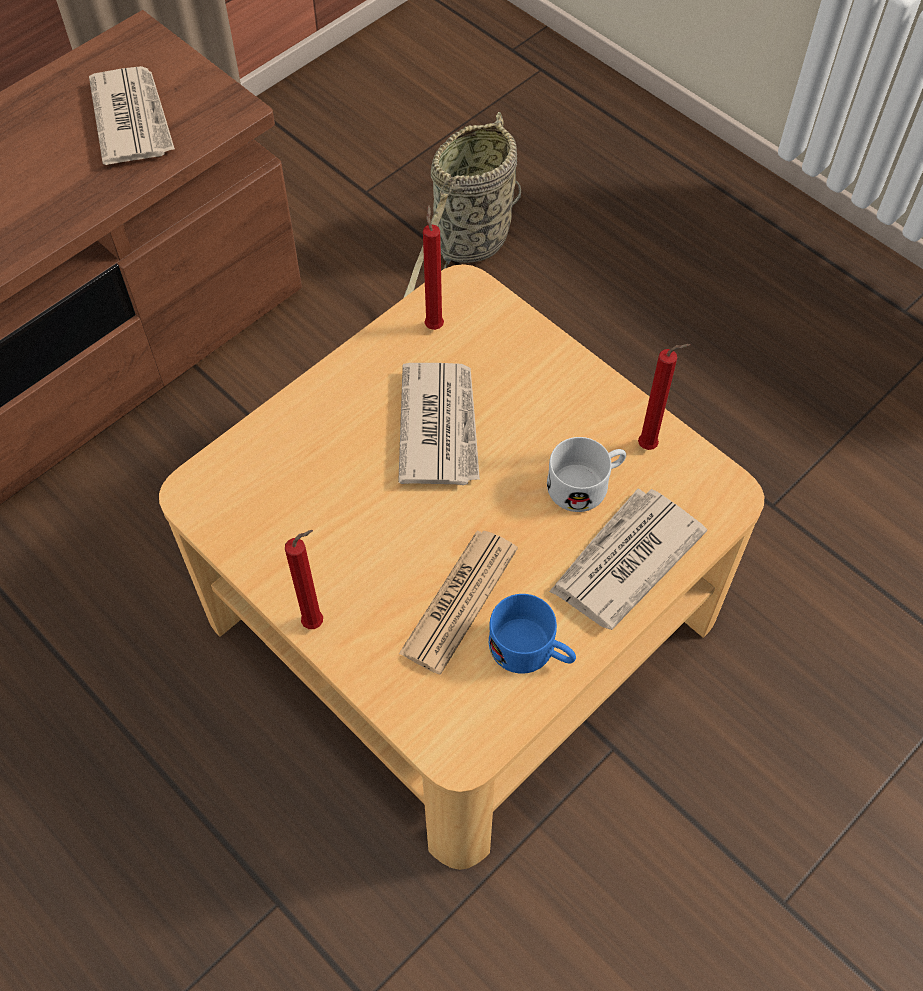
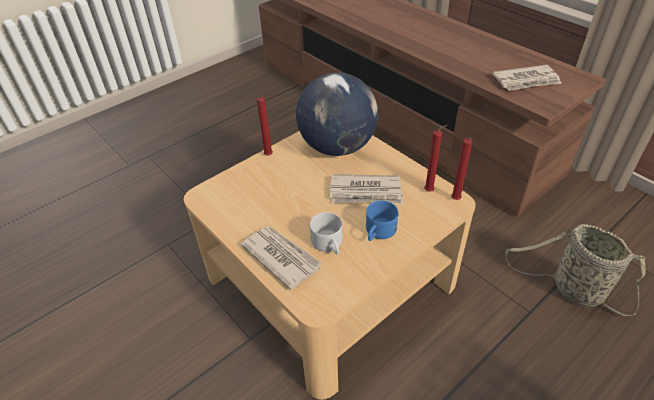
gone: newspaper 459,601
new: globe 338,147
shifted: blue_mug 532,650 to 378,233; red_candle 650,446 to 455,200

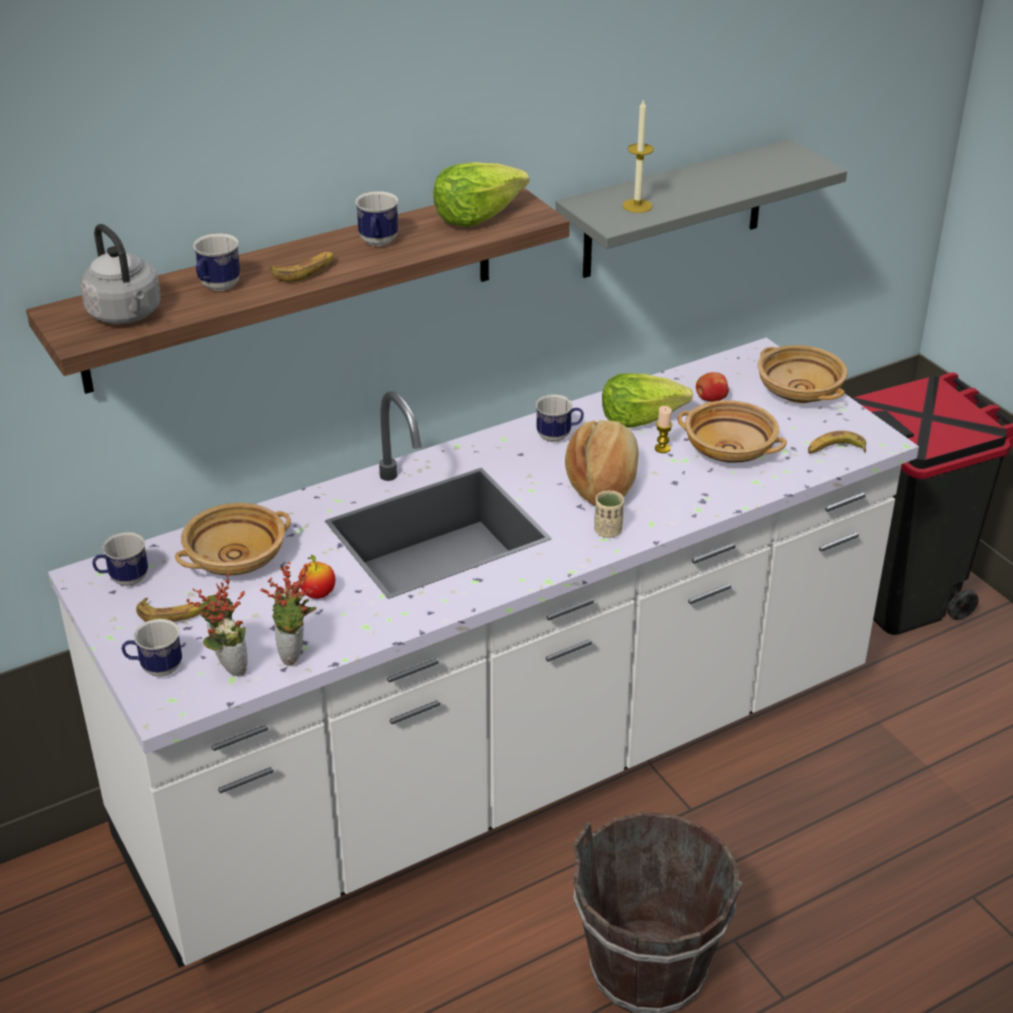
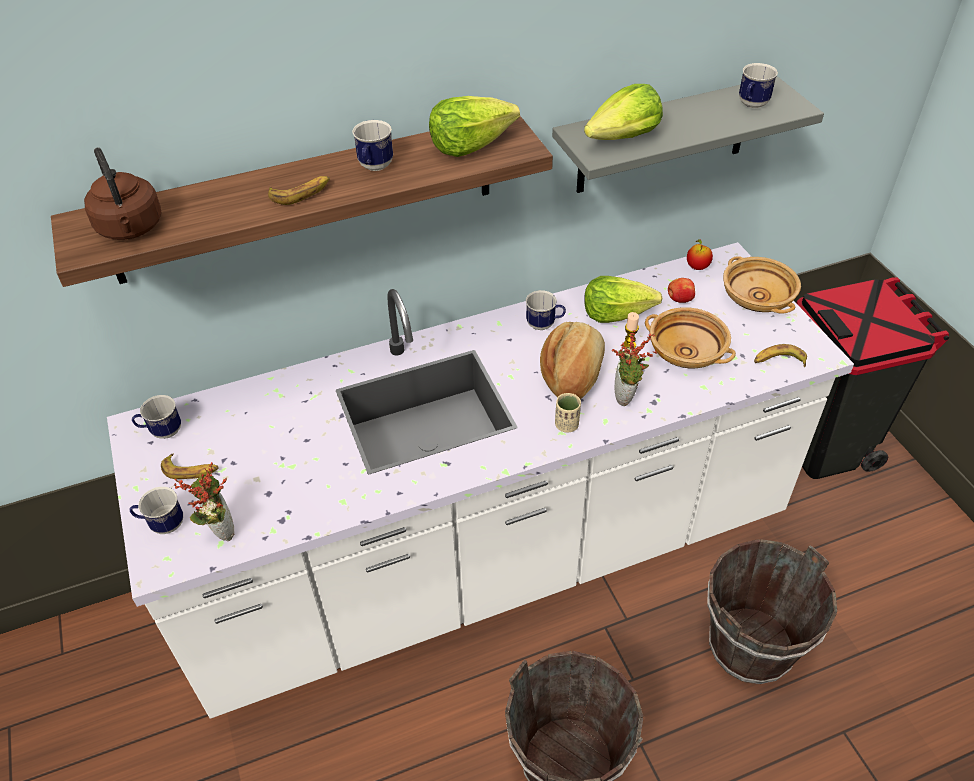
gone: beige_bowl 236,560
new: brown_bucket 750,646
shifted: mug 217,287 to 751,105; potted_plant 296,655 to 627,398; apple 318,594 to 697,267
swapped: candle 637,206 to lettuce 624,138
repainted: grey_kettle 126,315 to brown_kettle 131,229

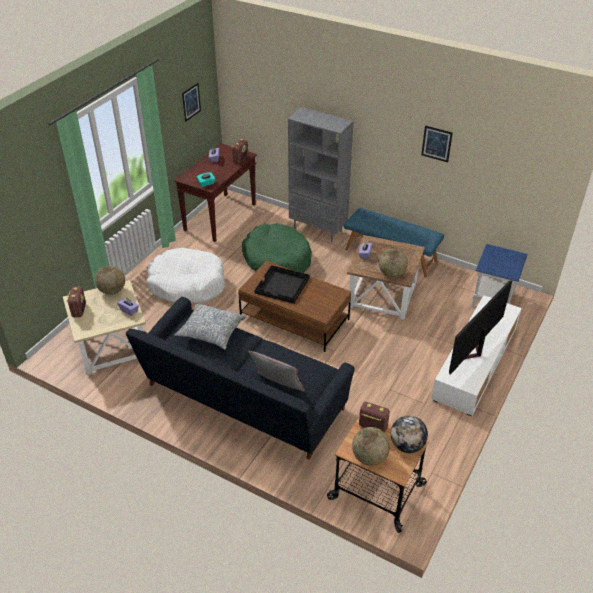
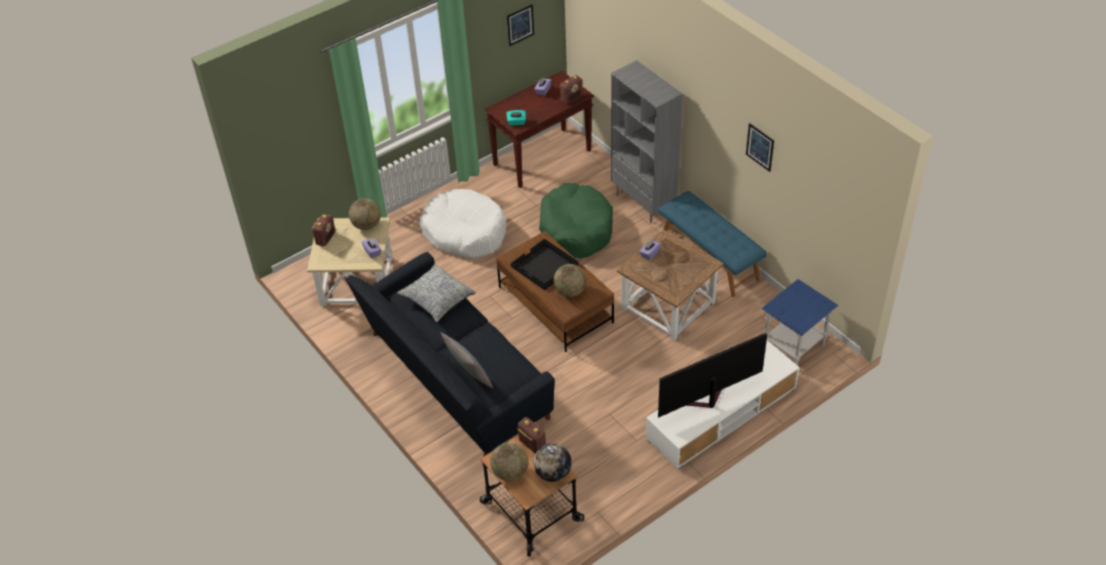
shifted: globe 392,274 to 570,291

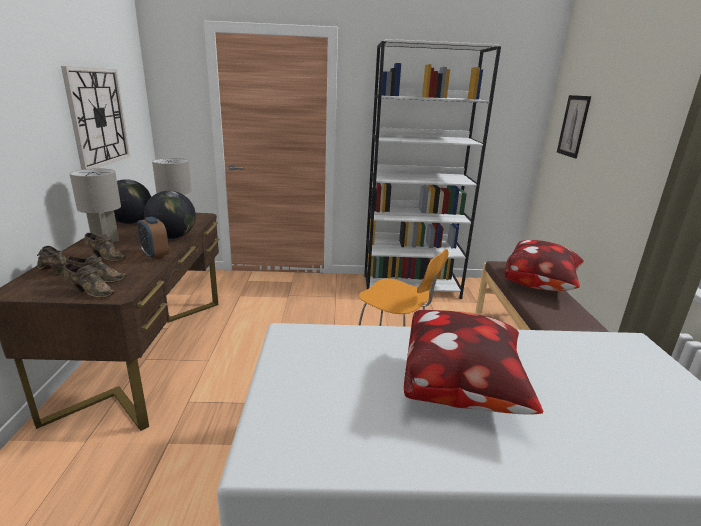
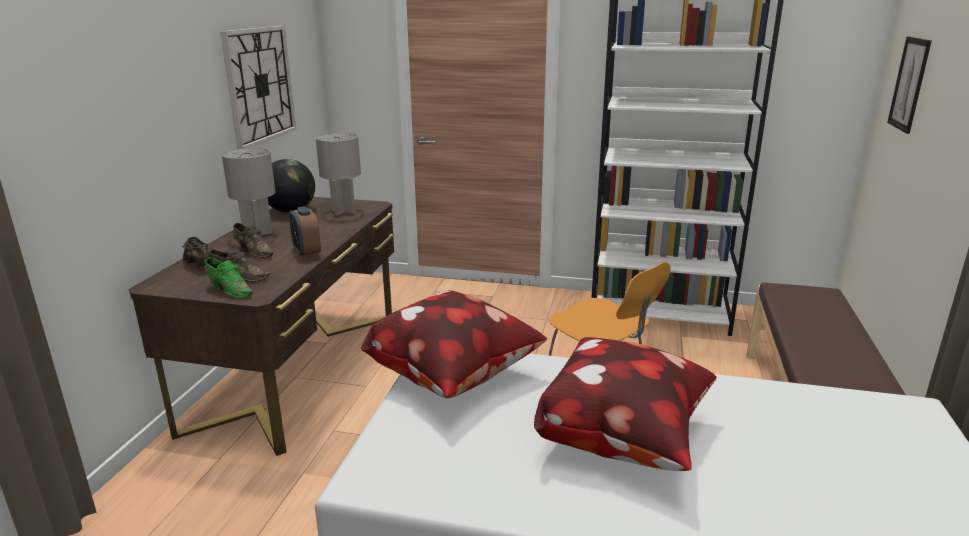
gone: globe 173,237
shifted: pillow 540,285 to 456,378
repainted: brown_shoe 90,292 to green_shoe 229,291

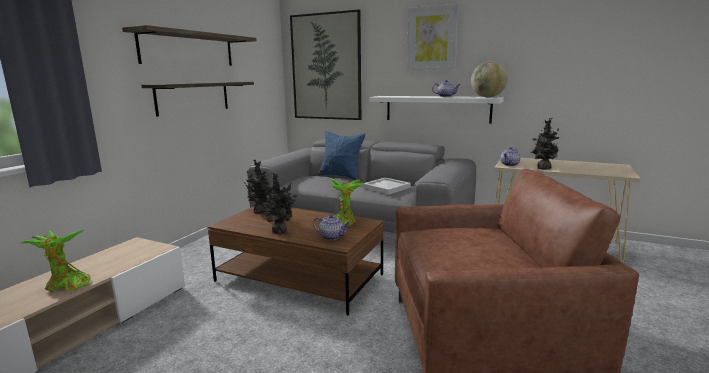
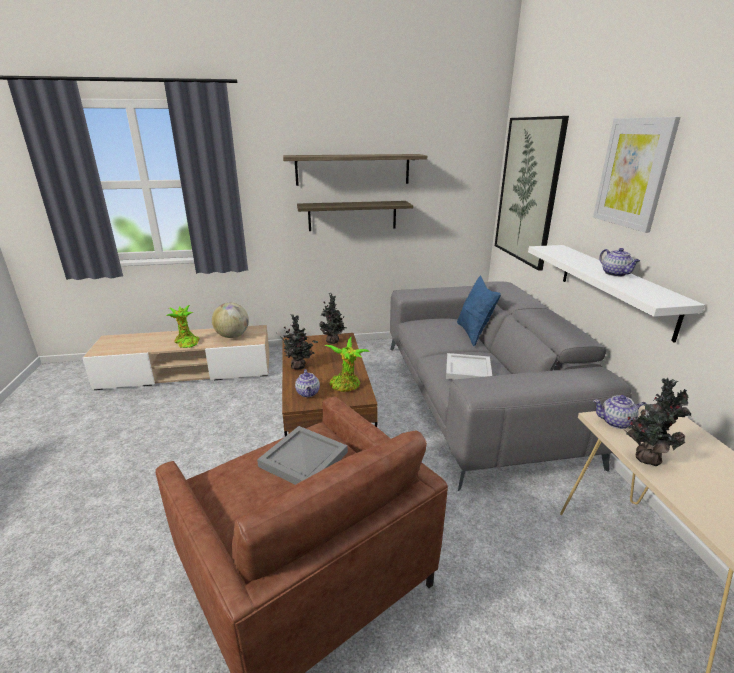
new: grey_tray 305,459
shifted: globe 487,97 to 232,336

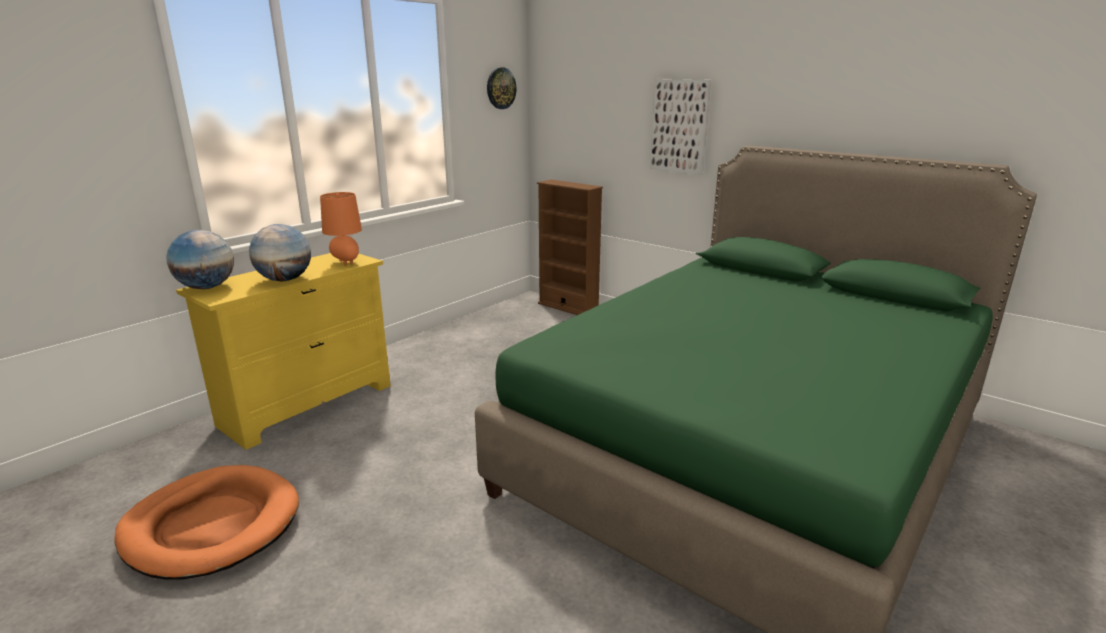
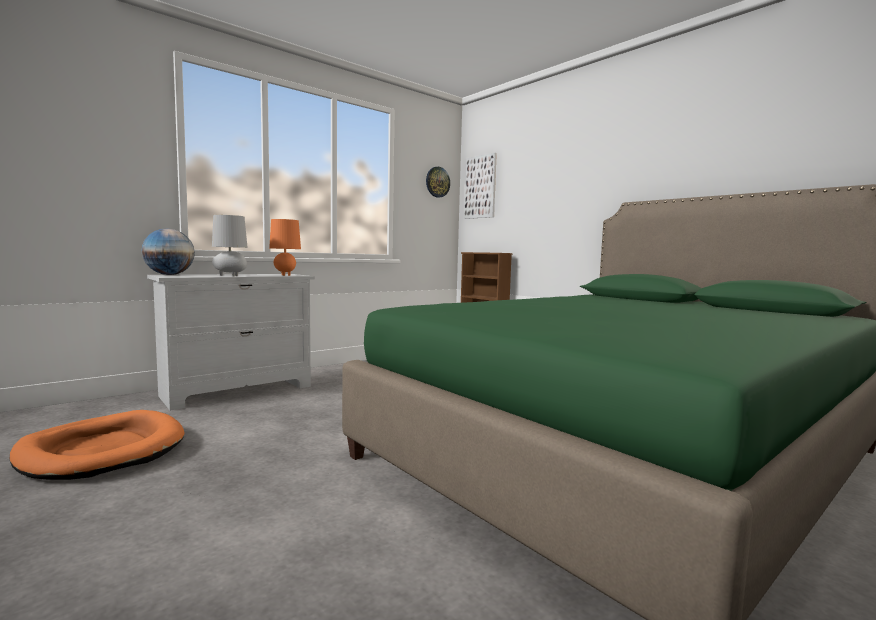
shifted: picture 679,126 to 480,187
swapped: globe 285,279 to grey_table_lamp 230,276
repainted: yellow_dresser 308,404 to white_dresser 239,391

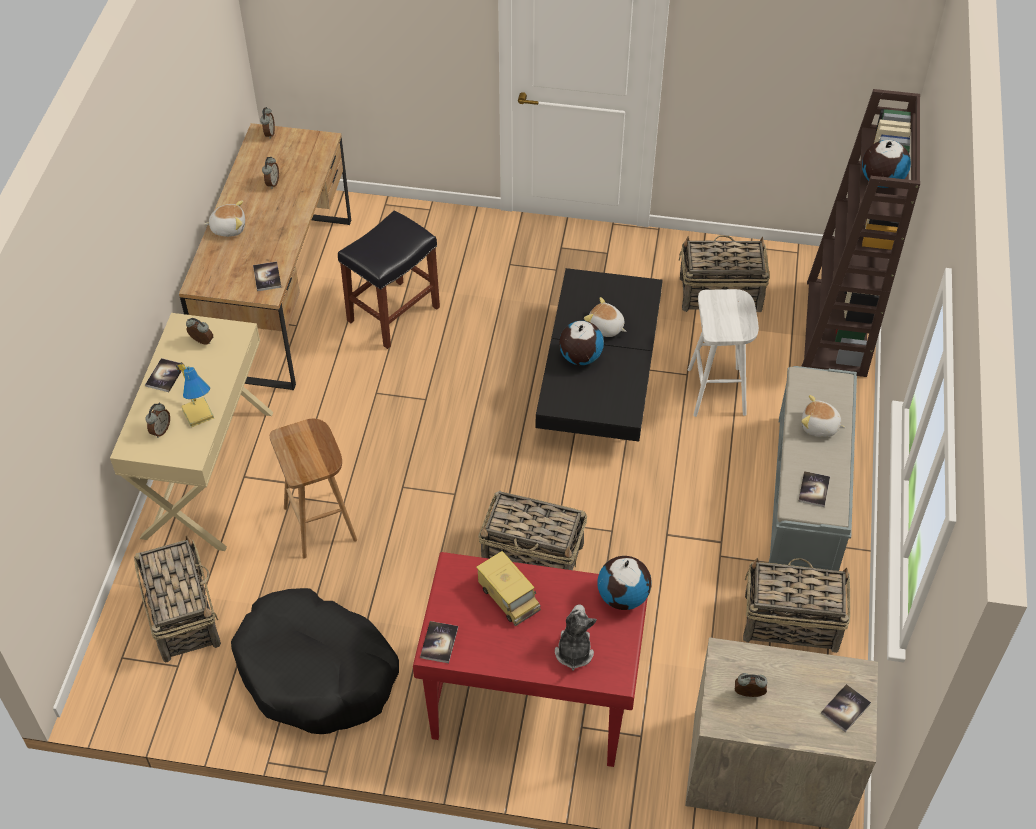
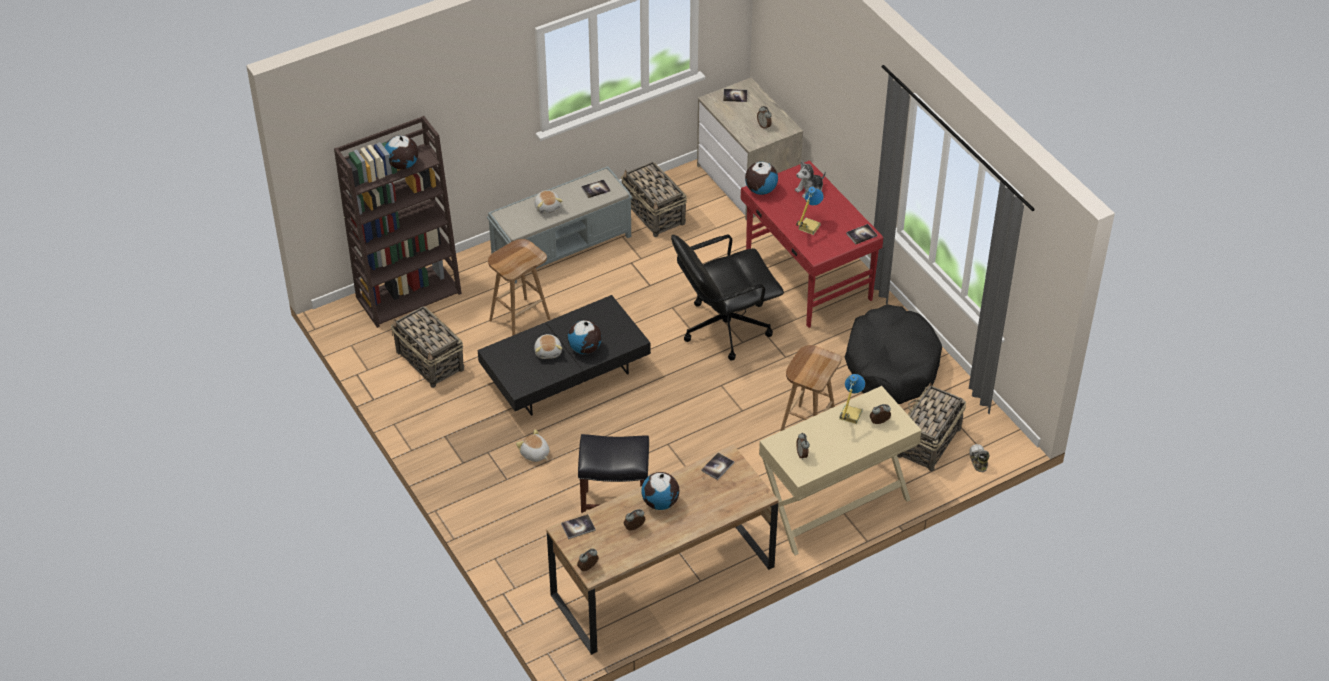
new: globe 660,503; shoe 978,460
shifted: book 165,376 to 578,527; plush_toy 228,227 to 535,454
swapped: toy_truck 508,597 to table_lamp 808,227; basket 533,556 to black_office_chair 724,327
repainted: white_stool 717,392 to brown_stool 520,319

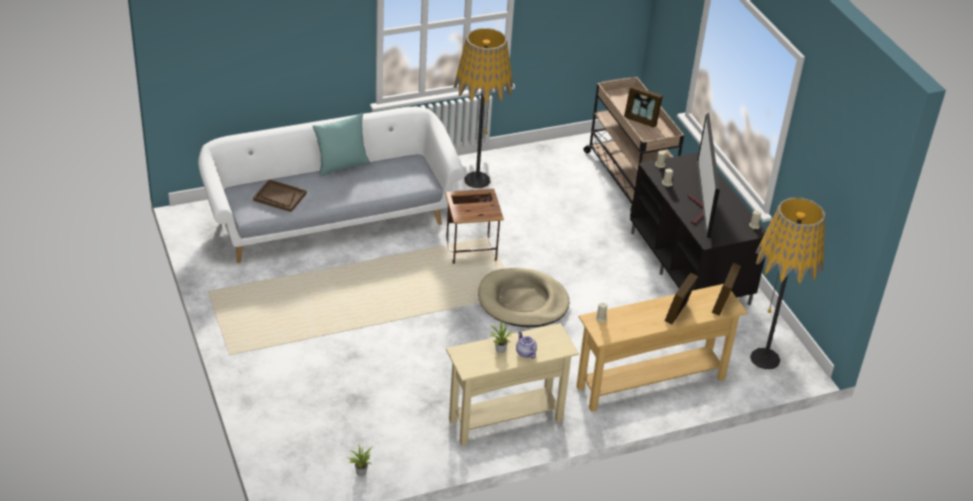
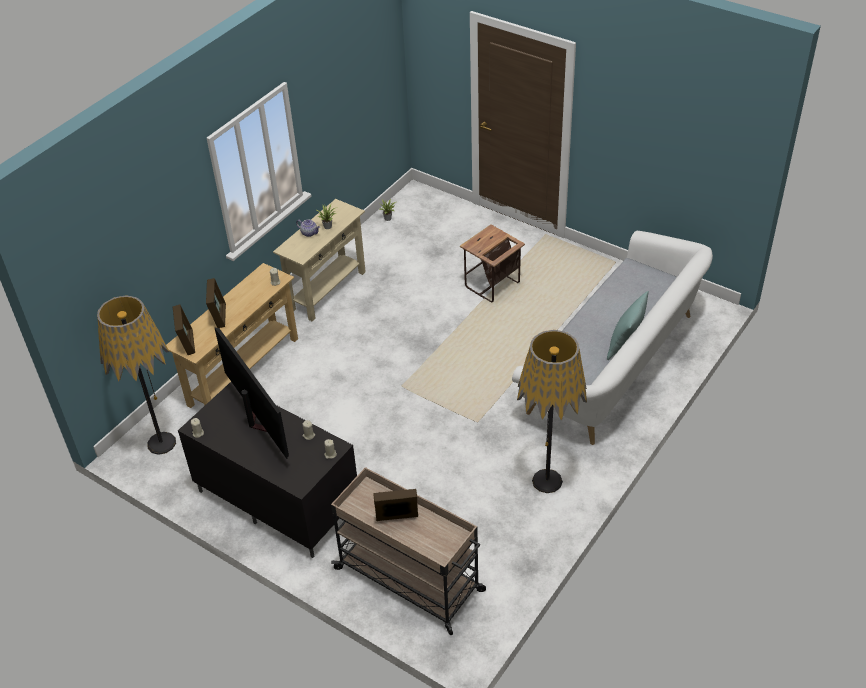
gone: brown_tray 279,197; beige_dog_bed 522,301
shifted: side_table 472,250 to 491,285

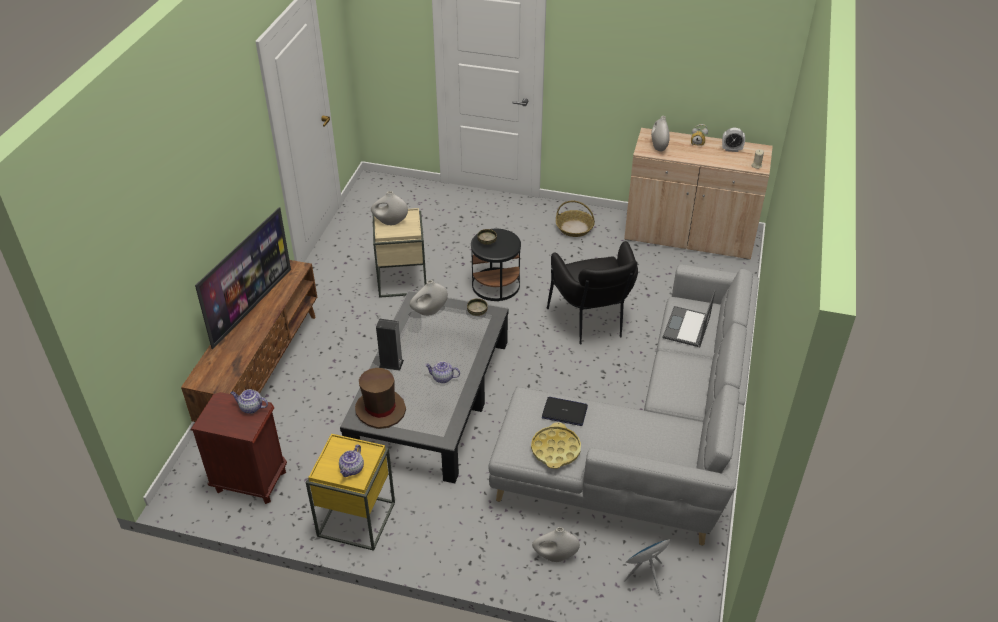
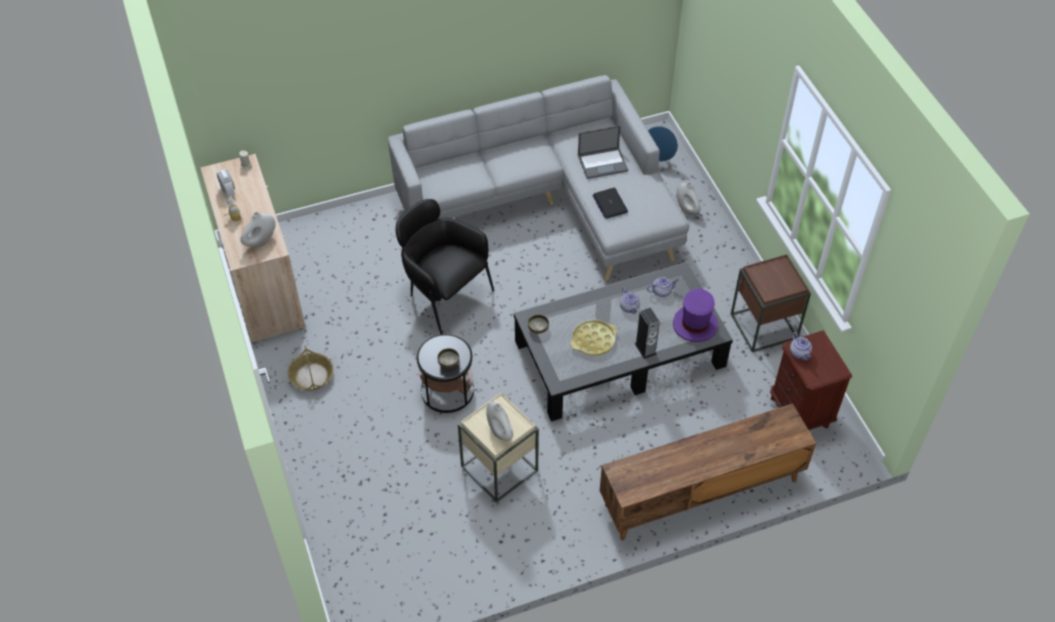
gone: television 251,307; white_vase 429,312
shifted: teapot 352,469 to 662,291; yellow_tray 555,449 to 593,340; laptop 686,327 to 603,163
repainted: yellow_side_table 357,519 to brown_side_table 763,326; brown_hat 380,409 to purple_hat 694,325
rotated: black_armchair 592,323 = 444,296 90 degrees counterclockwise

